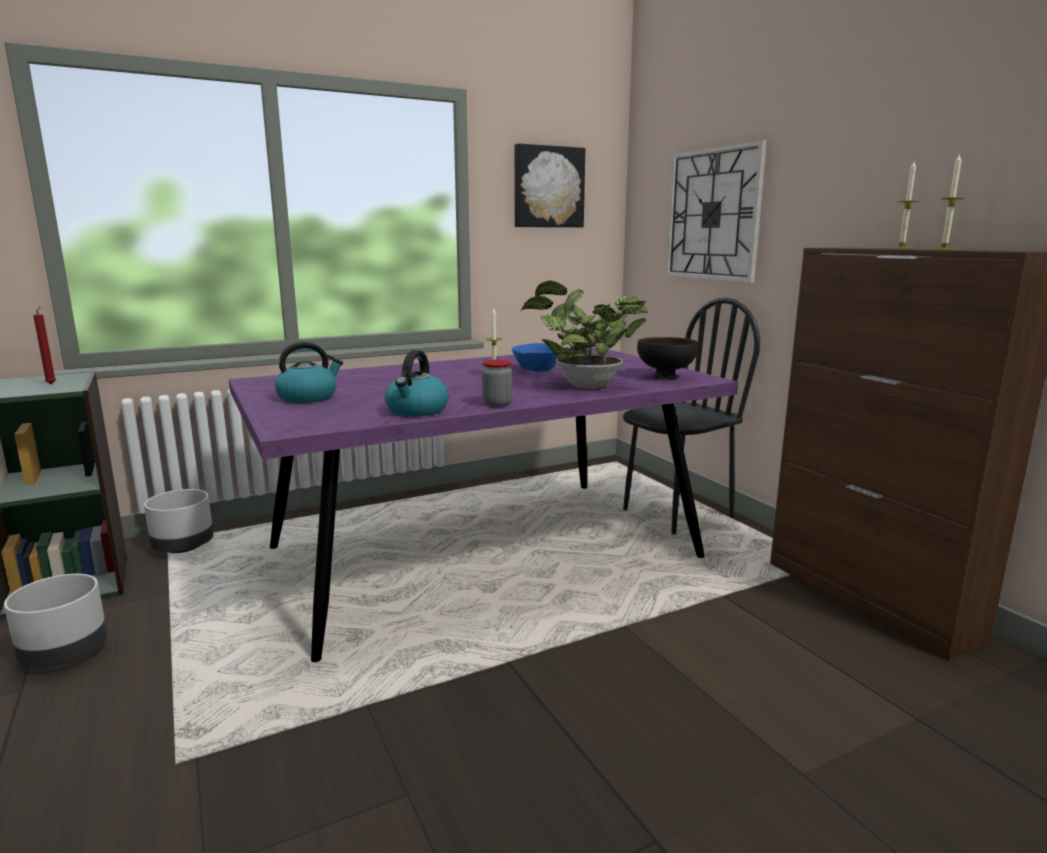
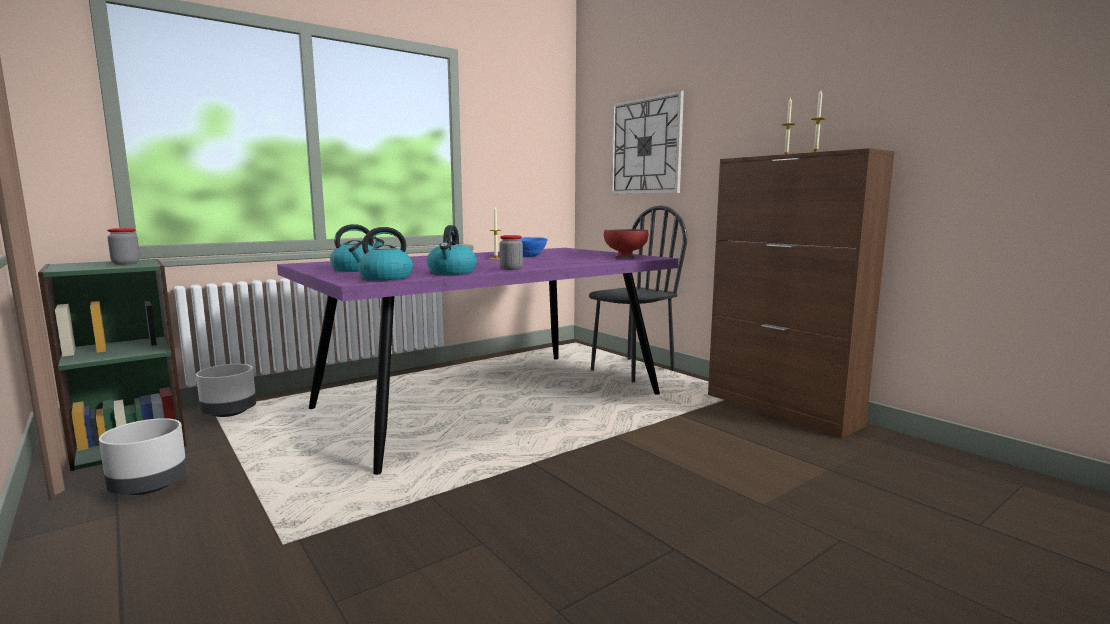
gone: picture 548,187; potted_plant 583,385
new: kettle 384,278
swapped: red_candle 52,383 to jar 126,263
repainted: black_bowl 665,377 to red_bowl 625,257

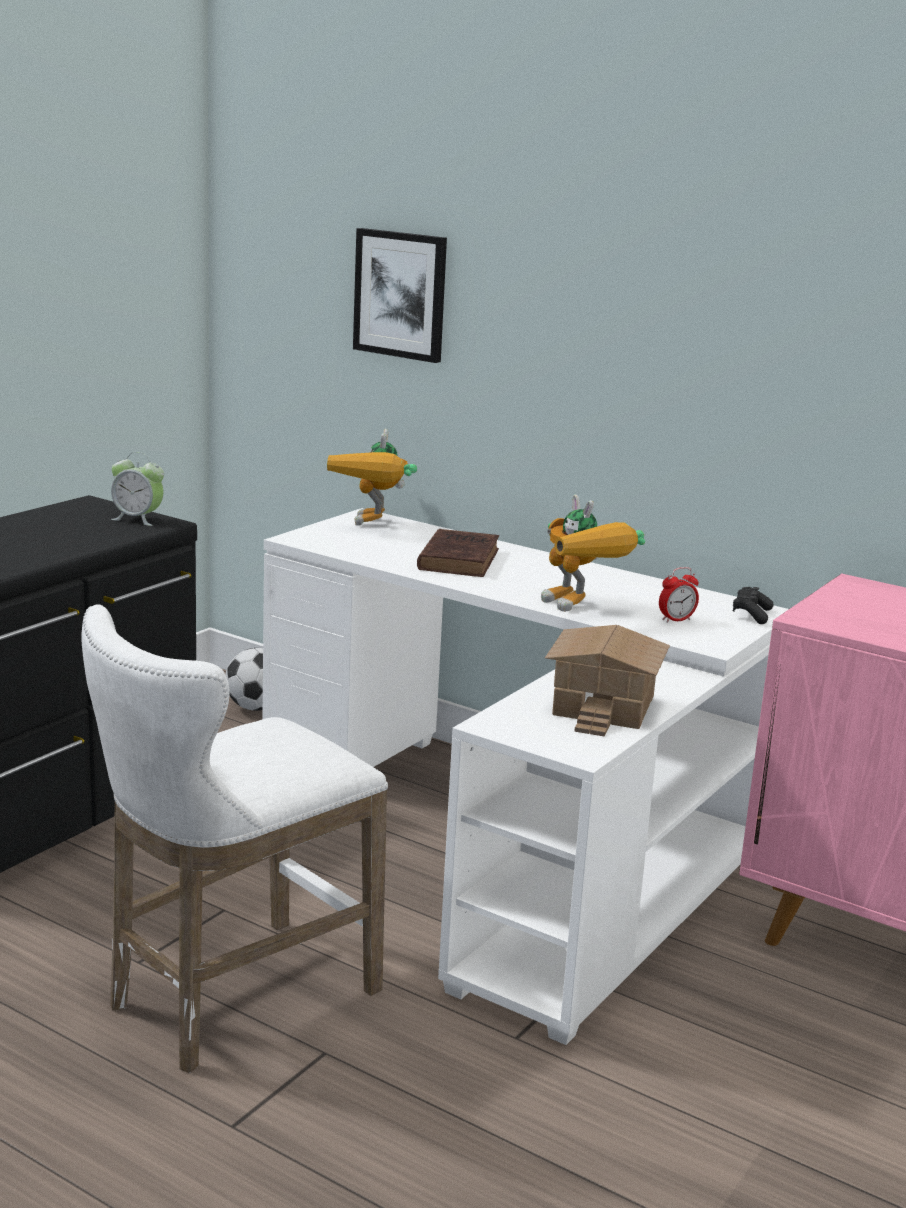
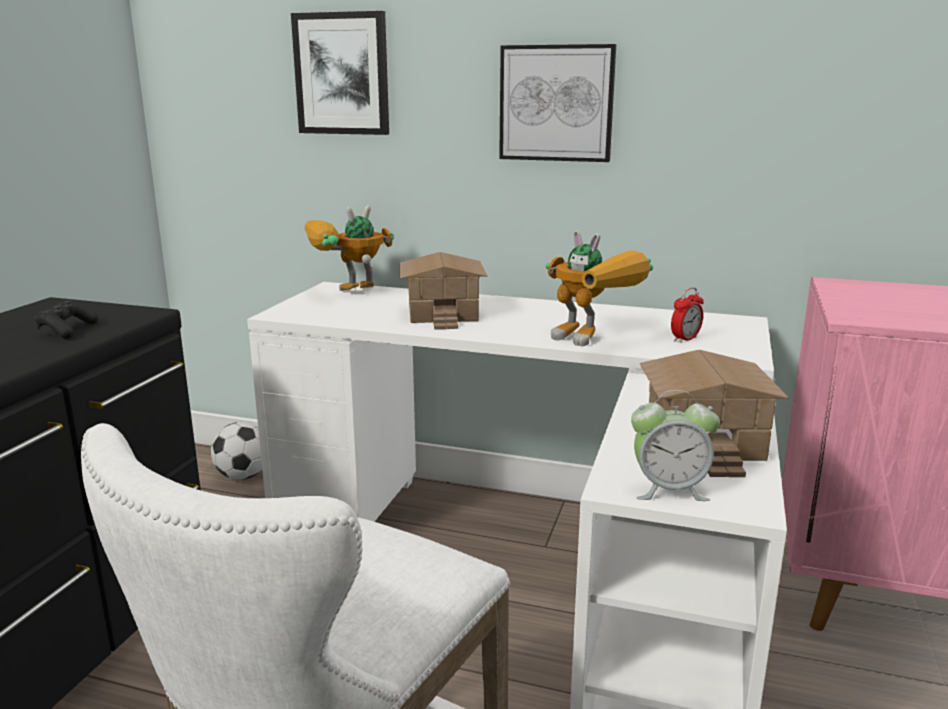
new: picture 556,103
shifted: alarm_clock 137,519 to 669,490; black_game_controller 751,615 to 67,330
swapped: brown_book 459,559 to toy_house 444,312
rotated: toy_robot 375,526 = 346,295 75 degrees clockwise

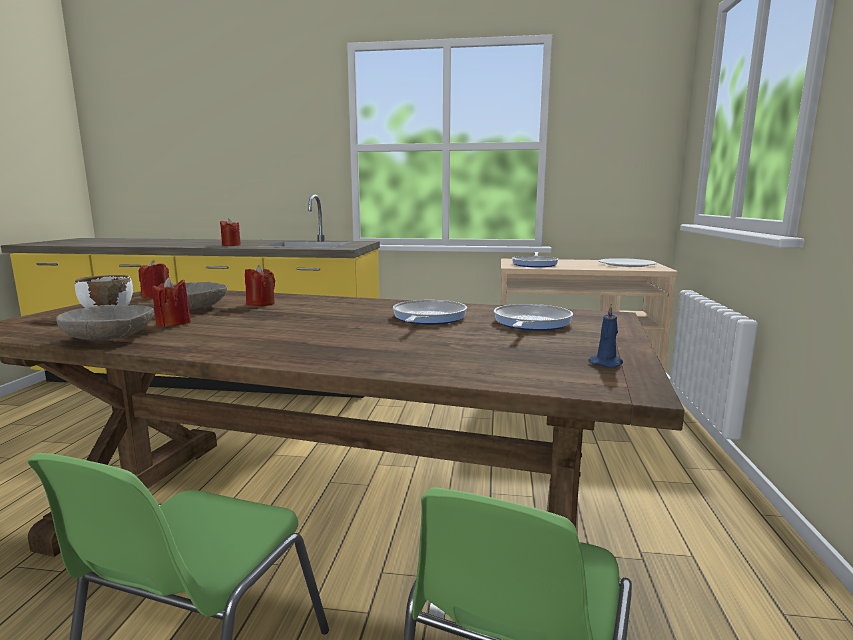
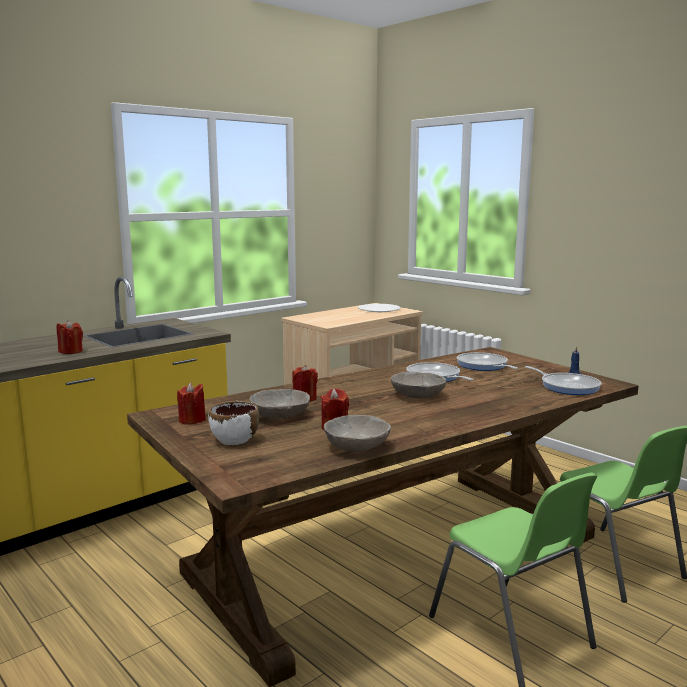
new: grey_bowl 418,395
shifted: frying_pan 535,264 to 567,386

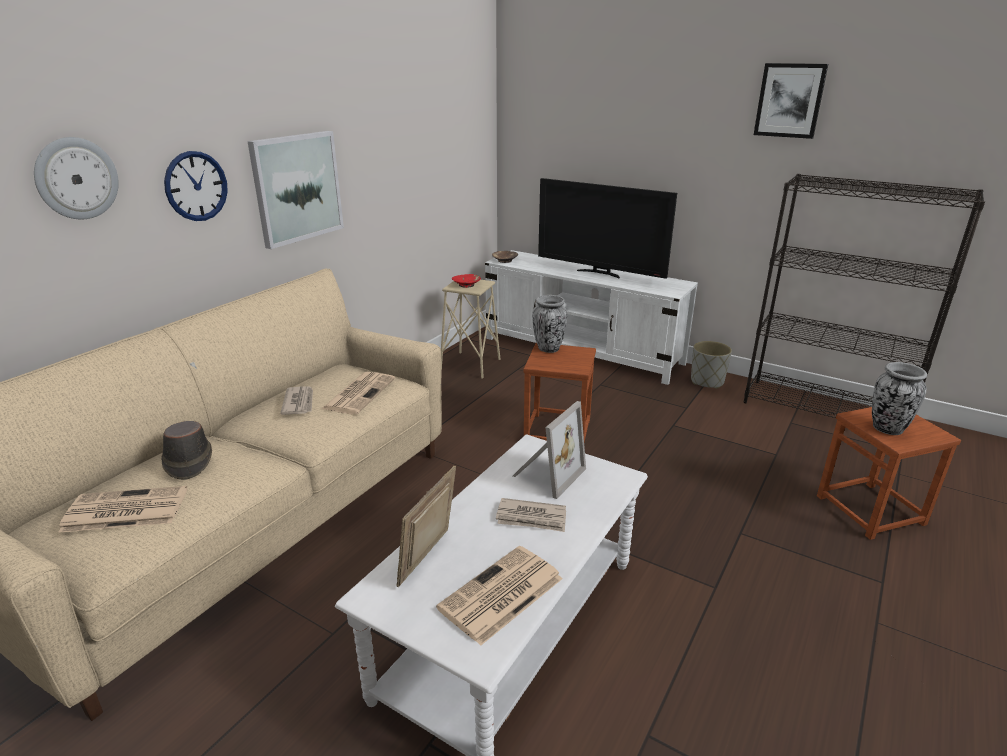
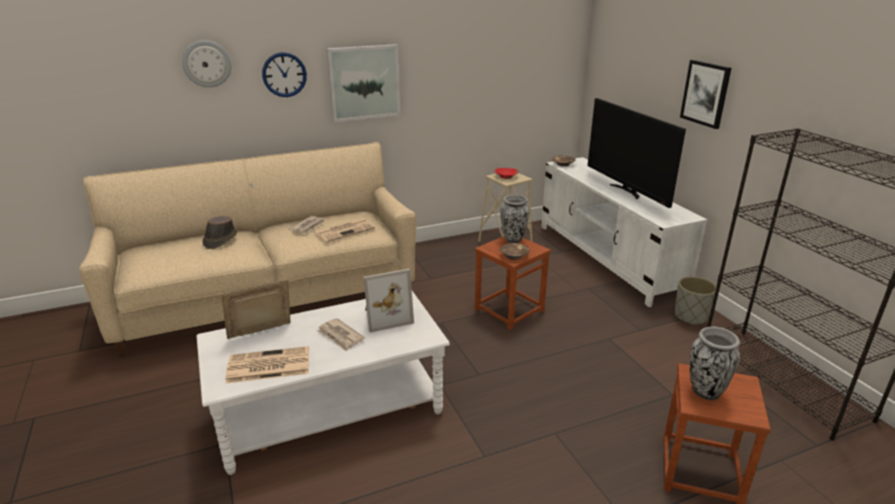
gone: newspaper 124,511
new: brown_bowl 514,256
shifted: picture 789,100 to 705,93

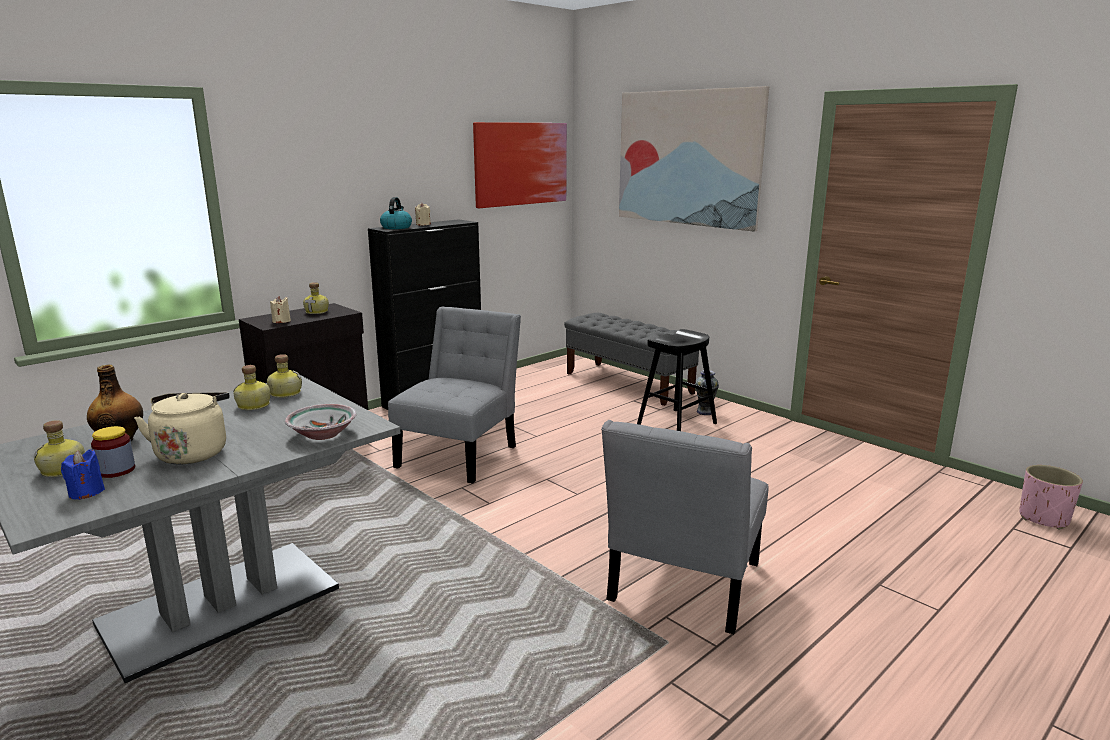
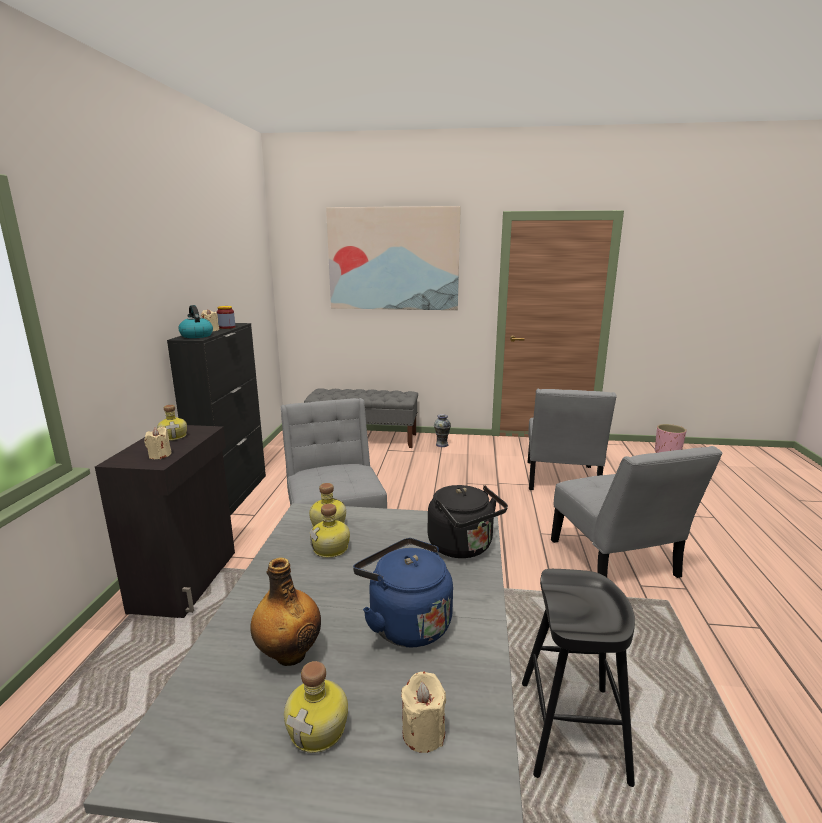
gone: picture 520,164
new: grey_chair 561,480
shifted: jar 116,470 to 227,327; black_stool 677,425 to 572,729
swapped: bowl 322,434 to black_kettle 463,547
repainted: blue_candle 86,492 to beige_candle 423,733; beige_kettle 193,452 to blue_kettle 405,622

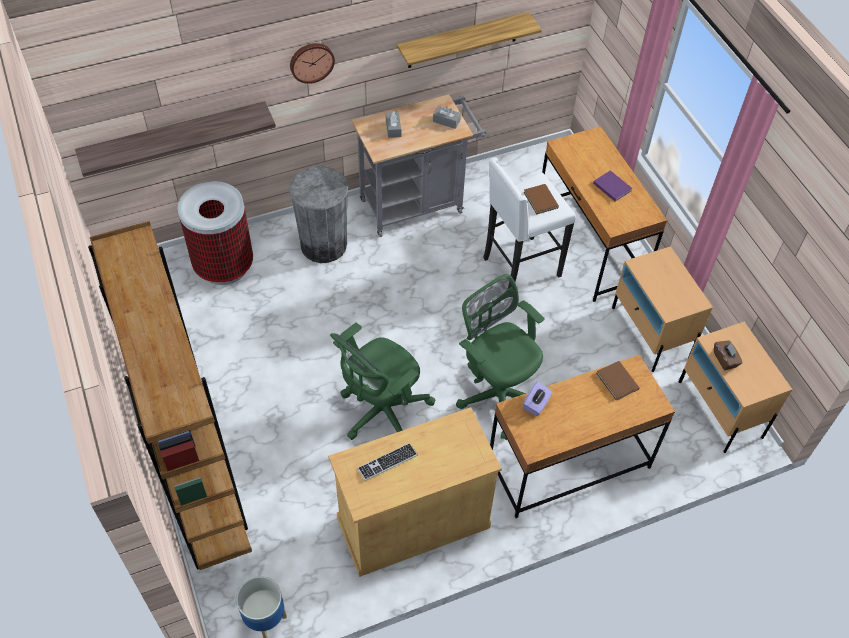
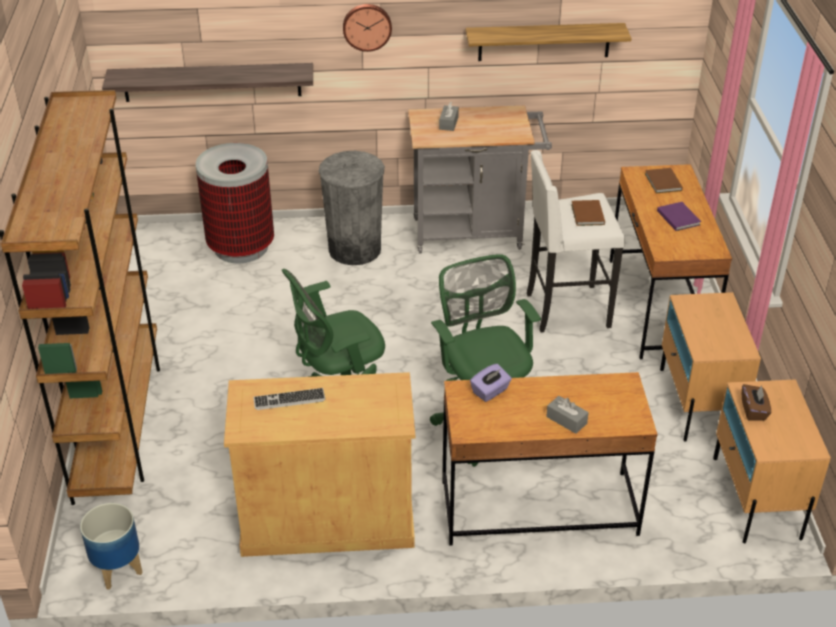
shifted: grey_tissue_box 446,121 to 566,420; brown_book 617,382 to 662,183

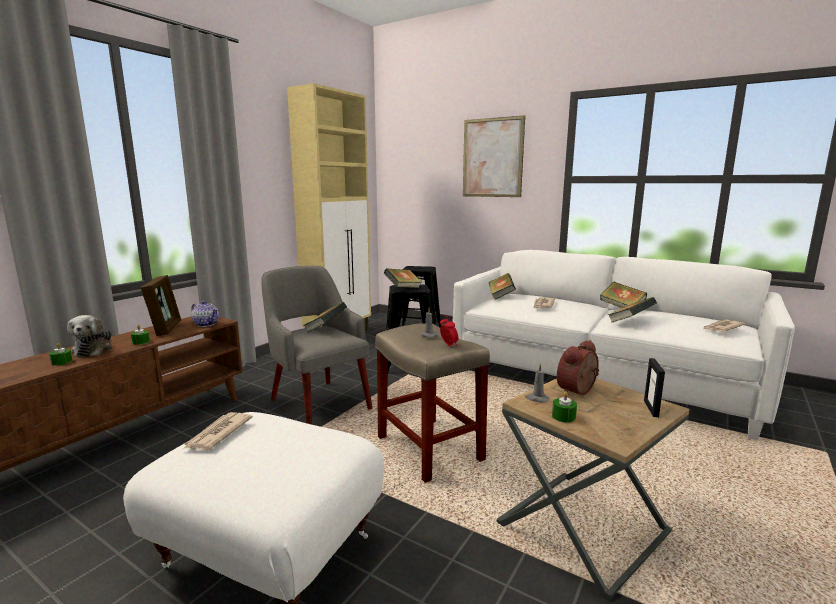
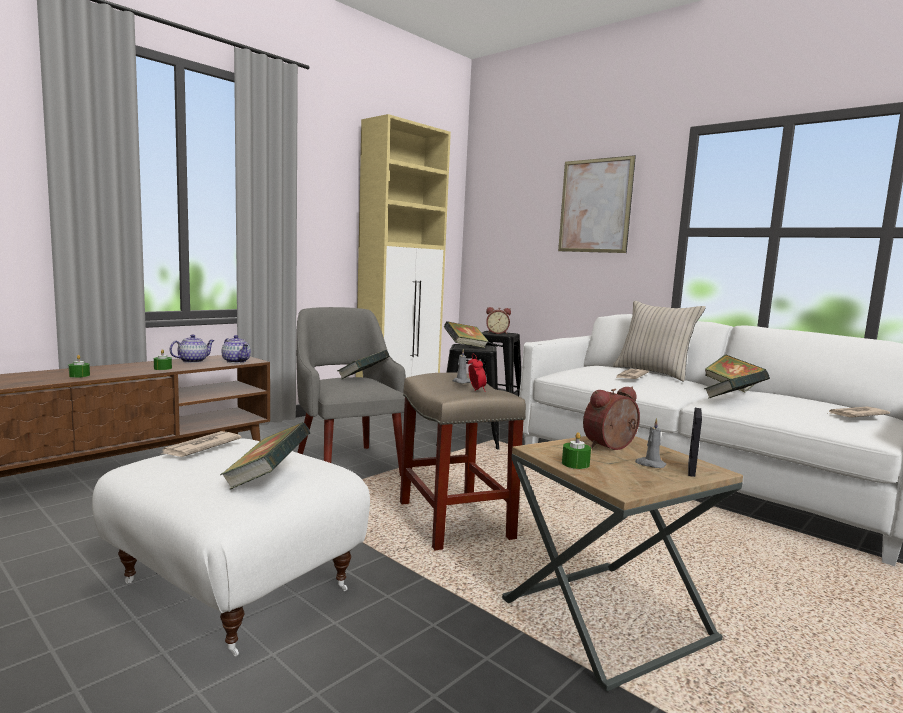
gone: plush_toy 94,349
new: alarm_clock 497,333; beige_pillow 653,373
shifted: book 501,296 to 267,479; grey_candle 536,398 to 650,464
swapped: picture_frame 165,328 to teapot 193,361

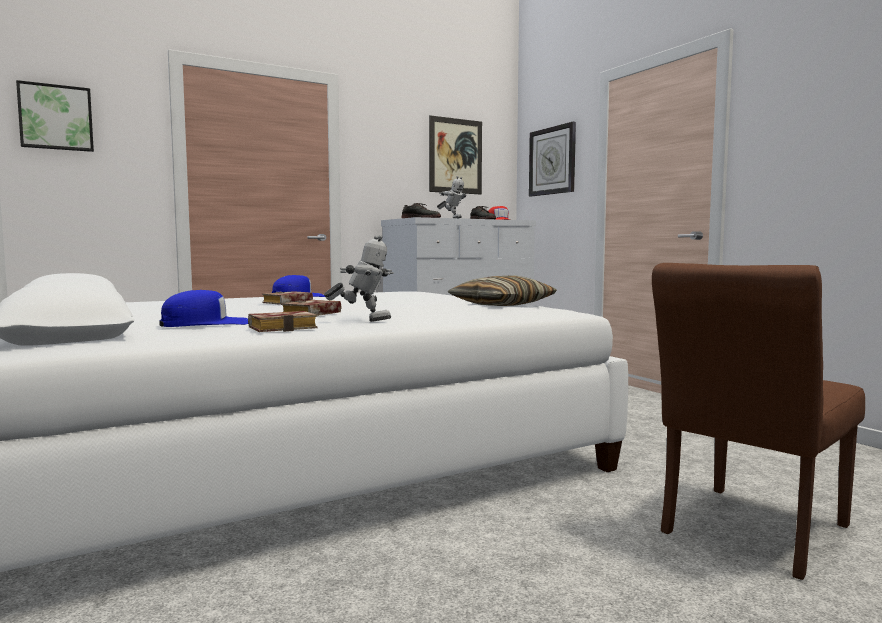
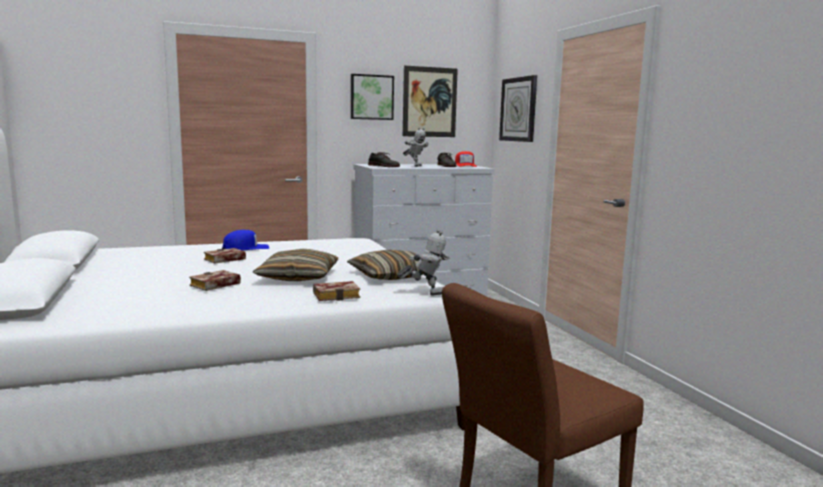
gone: blue_cap 205,324
new: pillow 298,277
shifted: picture 56,117 to 371,97; book 284,328 to 338,295; toy_robot 362,321 to 425,294

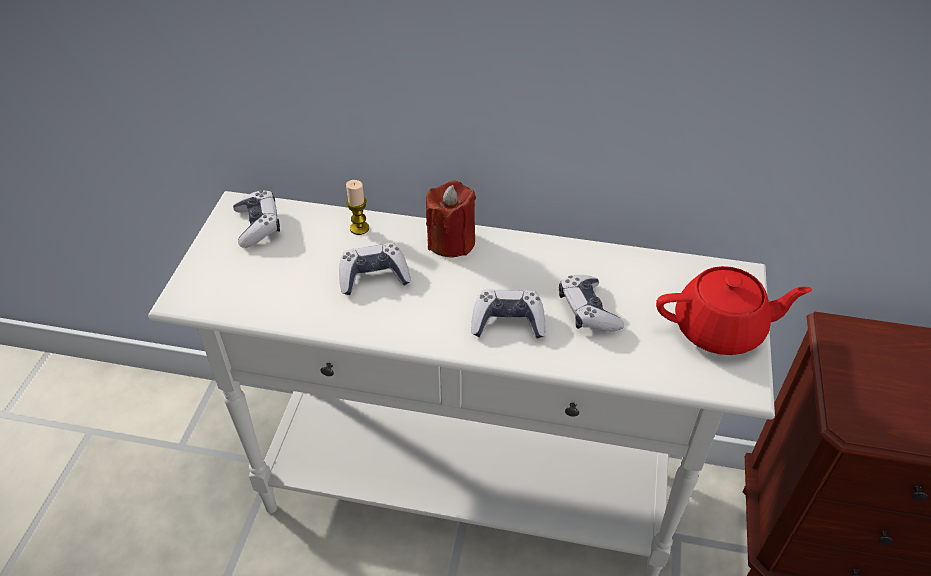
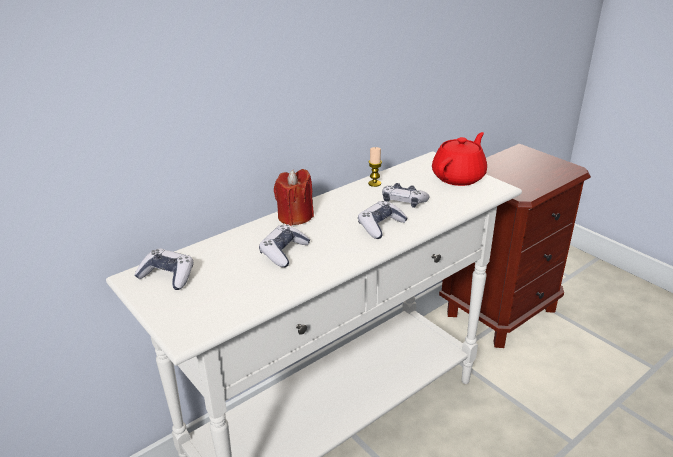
shifted: candle 359,228 to 374,183

